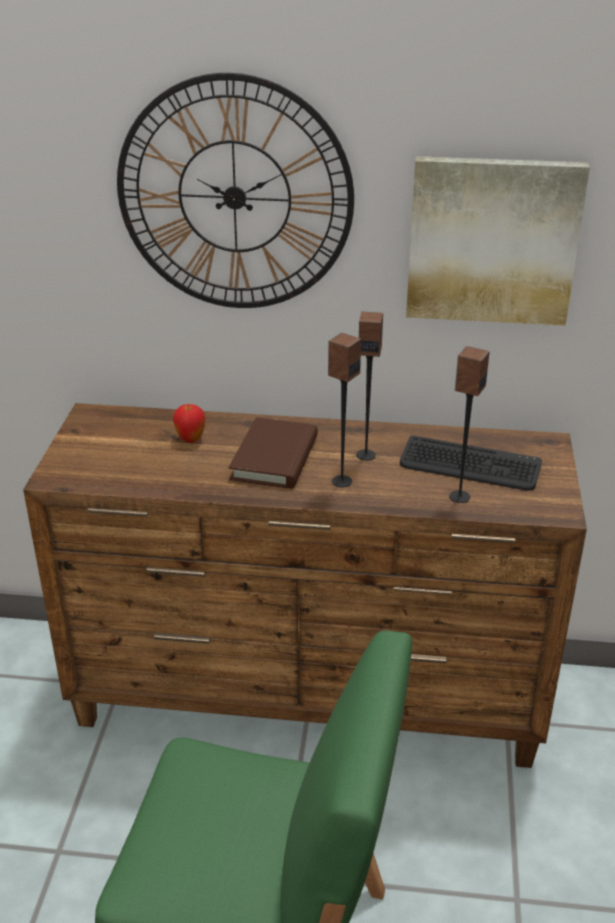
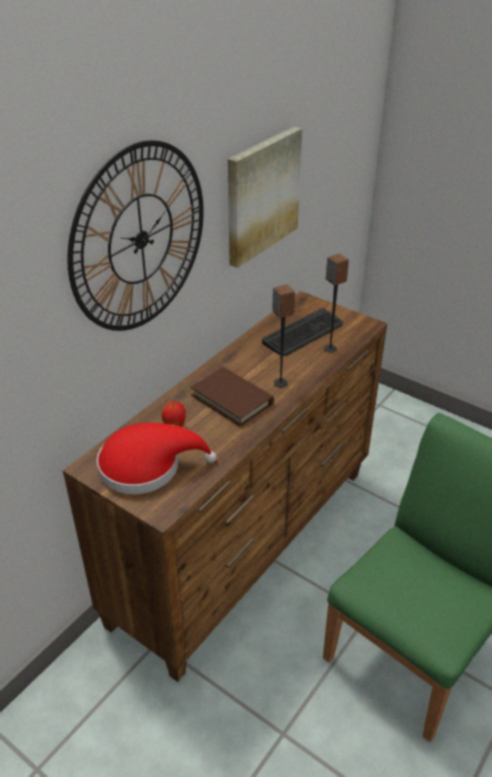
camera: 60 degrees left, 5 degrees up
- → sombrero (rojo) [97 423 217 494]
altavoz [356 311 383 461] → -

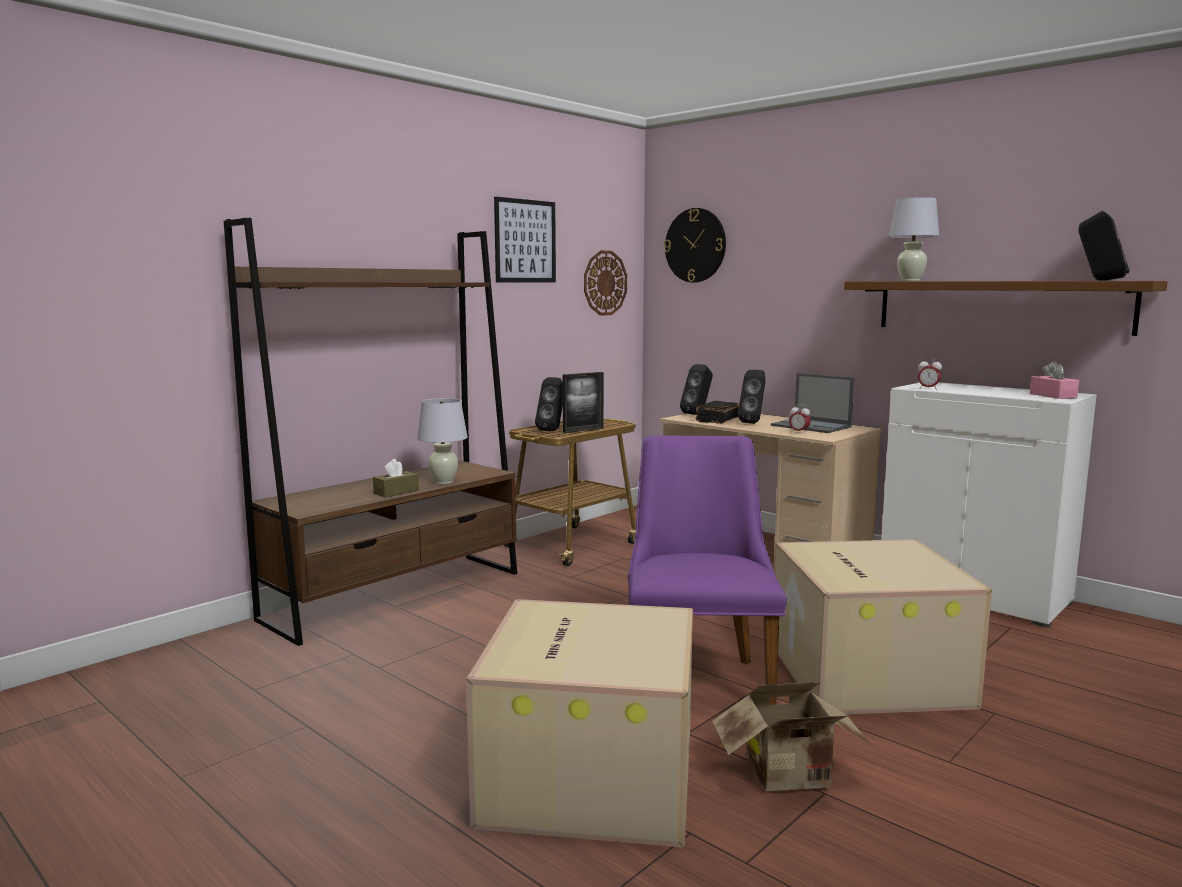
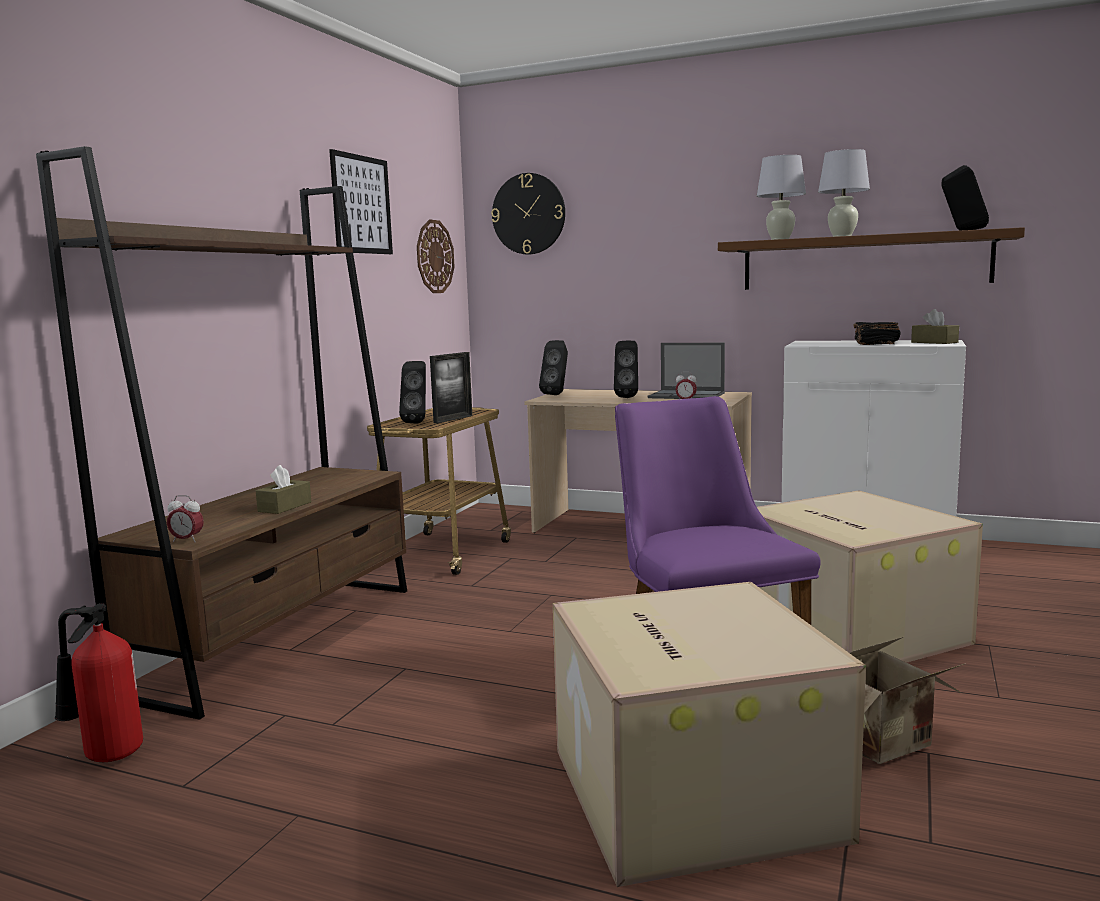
camera: 20 degrees left, 0 degrees up
- → extintor [55 603 143 762]
despertador [918 358 942 390] → despertador [167 495 204 542], moved
lámpara de mesa (blanco) [417 398 468 484] → lámpara de mesa (blanco) [818 149 870 237], moved
libro (negro) [695 401 739 424] → libro (negro) [853 322 901 345], moved
caja de pañuelos (rosa) [1030 361 1079 399] → caja de pañuelos (marrón) [911 309 959 344]

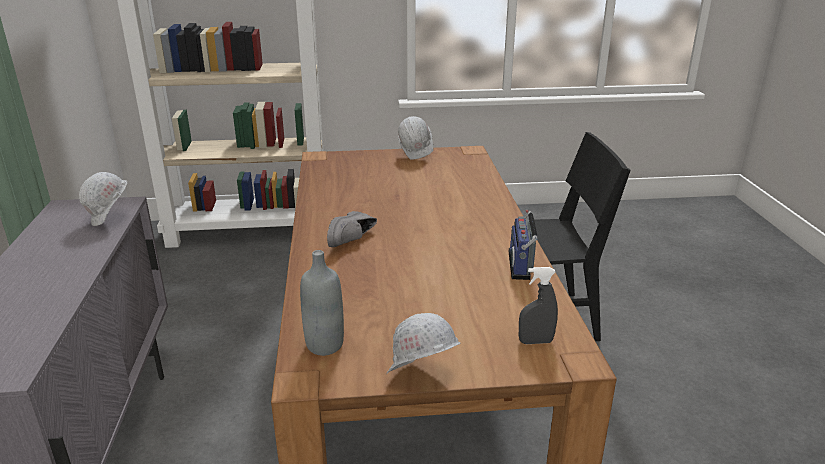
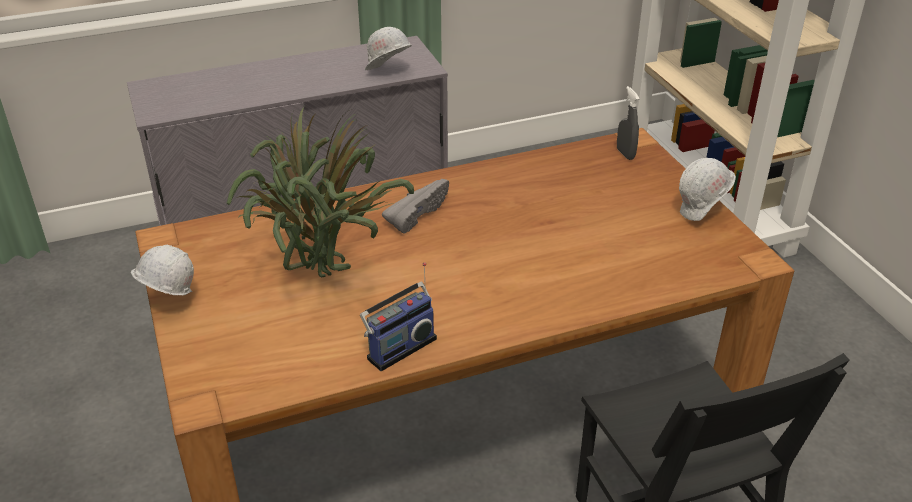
camera: 75 degrees right, 10 degrees up
- → planta en maceta [227 106 414 278]
radio [509 210 538 280] → radio [360 262 437 371], 150 degrees clockwise
zapato (gris) [327 211 377 247] → zapato (gris) [382 179 449 234], 120 degrees clockwise
pulverizador (gris) [519 267 558 344] → pulverizador (gris) [617 86 640 160], moved
botella (gris) [300 250 344 356] → -

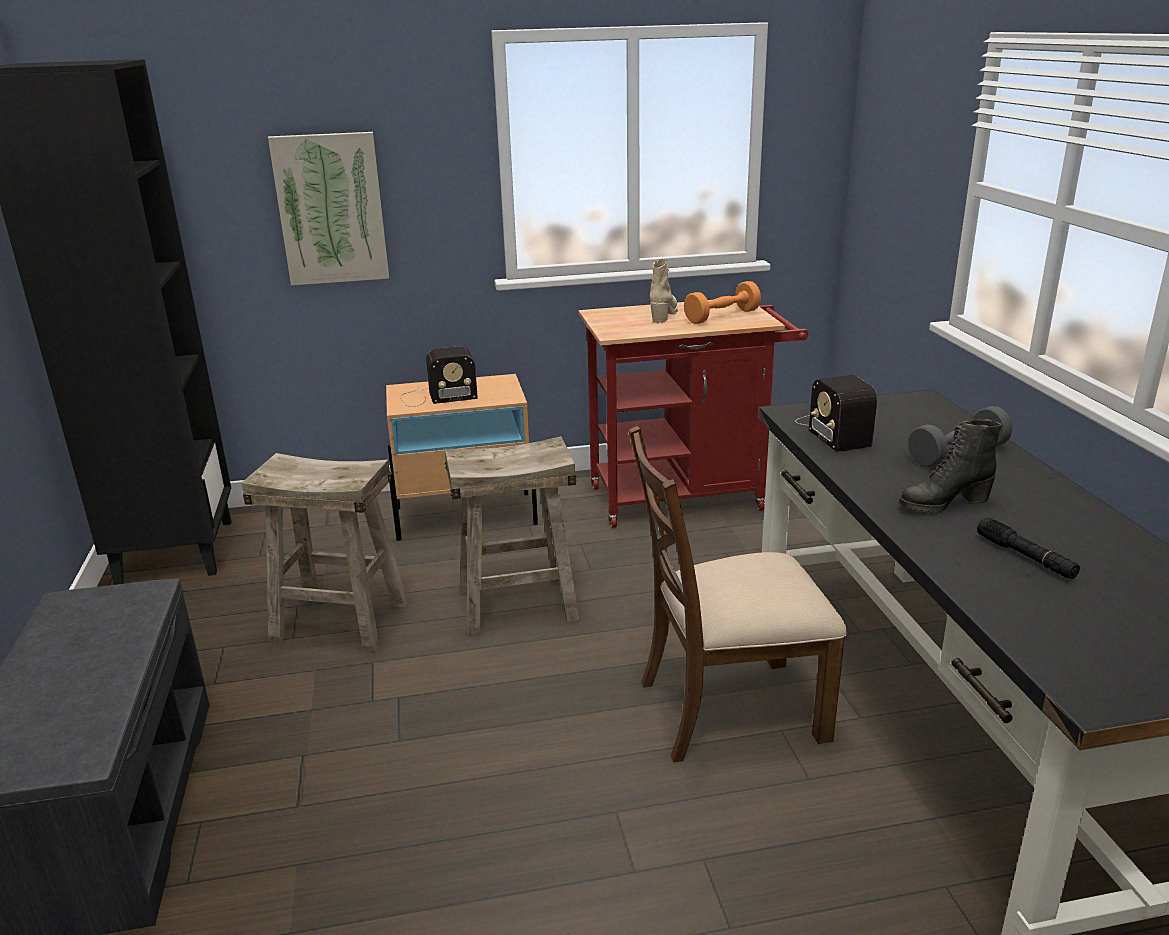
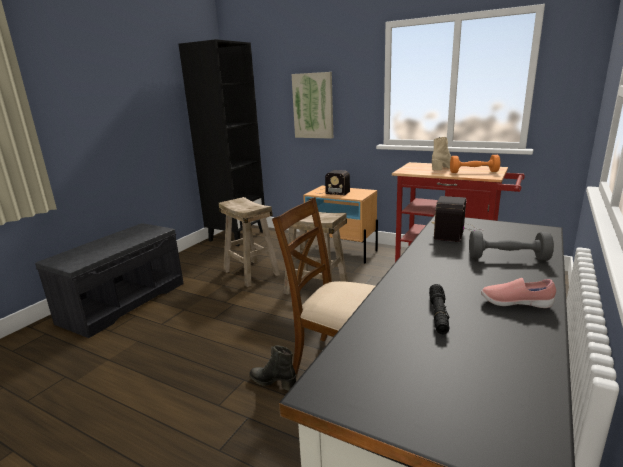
camera: 40 degrees right, 5 degrees down
bota (negro) [899 420 1002 513] → bota (negro) [250 345 296 391], moved
- → zapato (rosa) [481 278 556 308]

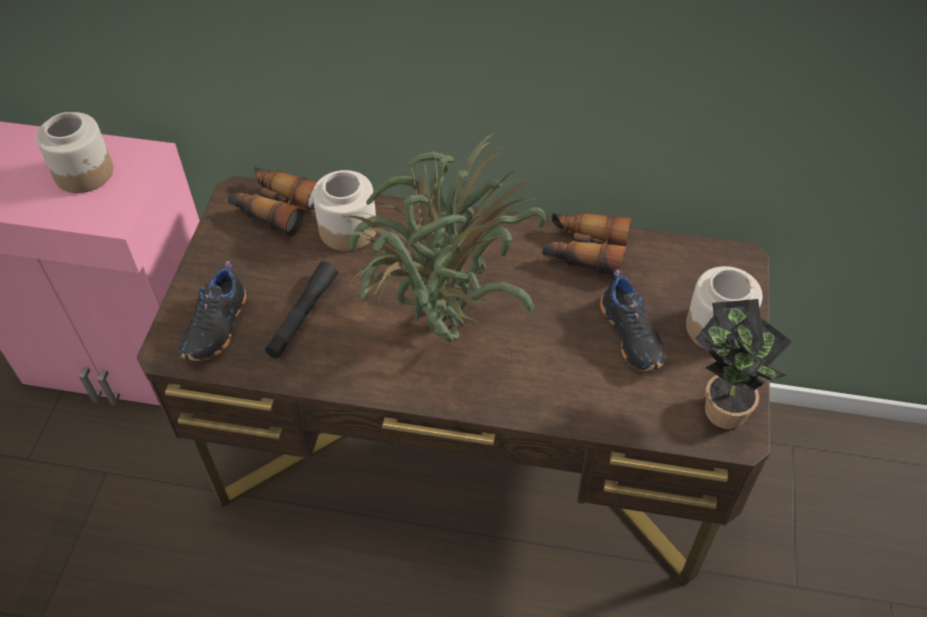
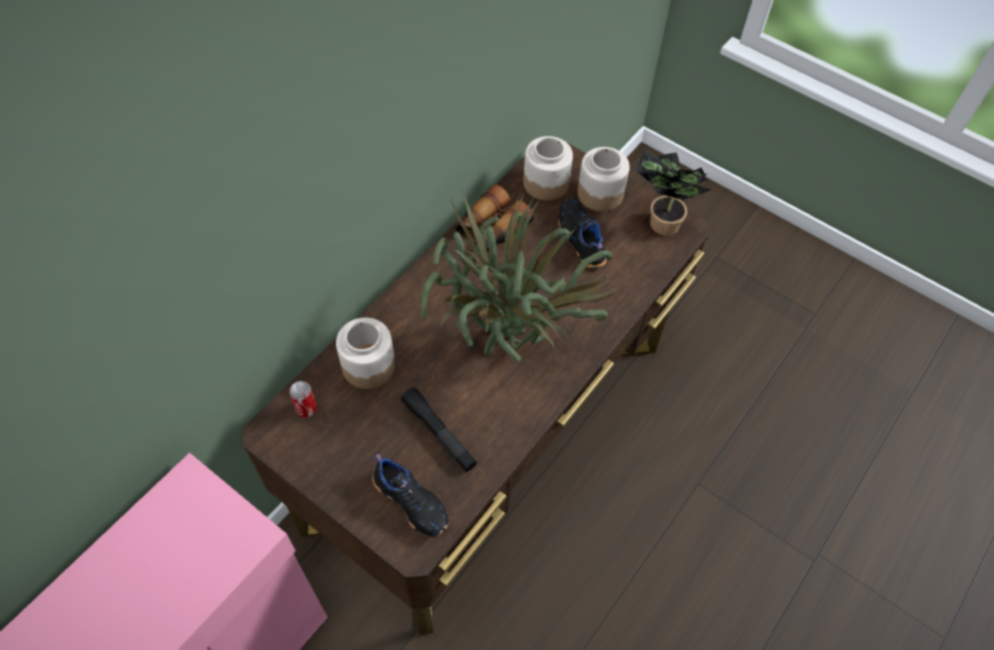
camera: 65 degrees left, 5 degrees up
prismáticos [227 167 317 237] → lata [289 381 317 417]
tarro [36 112 113 193] → tarro [523 136 573 201], moved
zapato (negro) [600 269 665 371] → zapato (negro) [558 198 606 268], 120 degrees counterclockwise

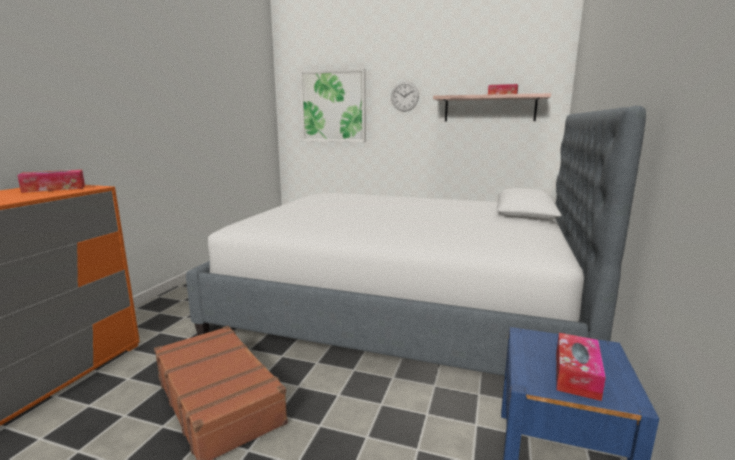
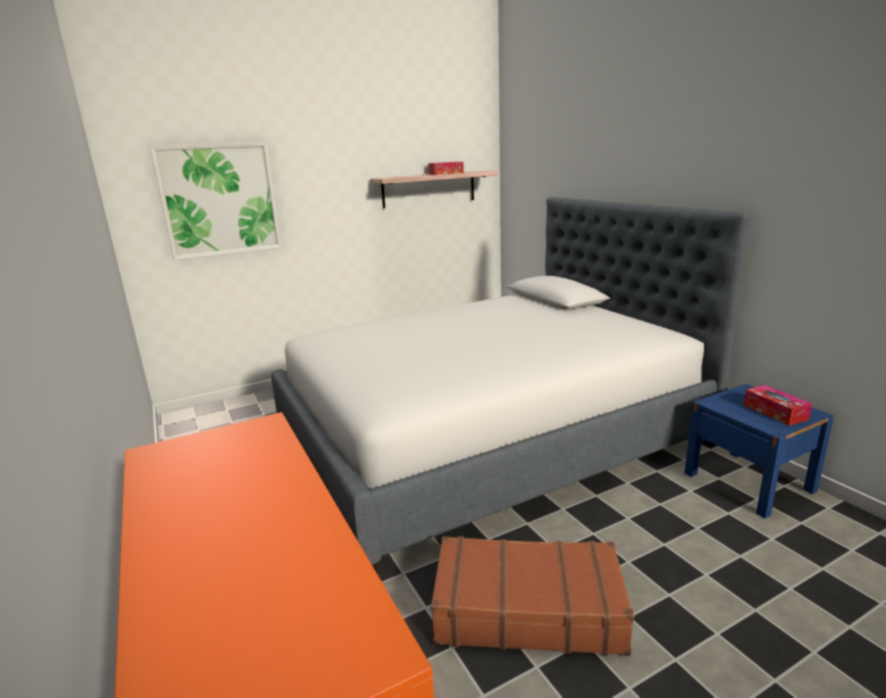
camera: 45 degrees left, 5 degrees up
caja de pañuelos [17 170 85 193] → -
reloj de pared [391 82 419 112] → -

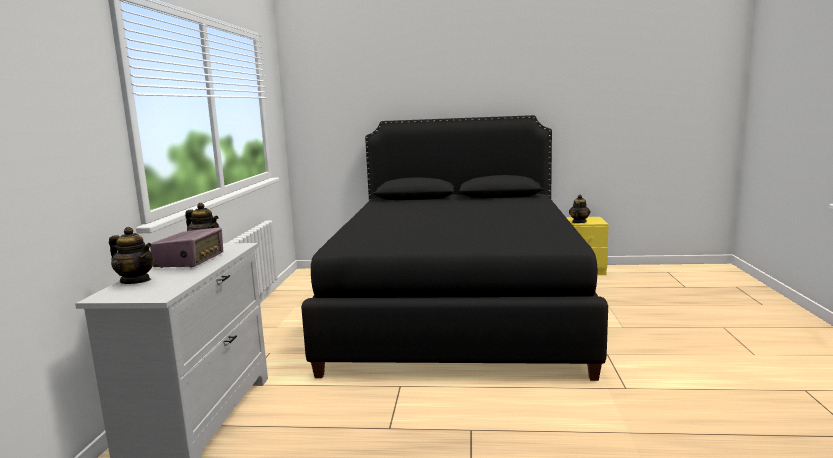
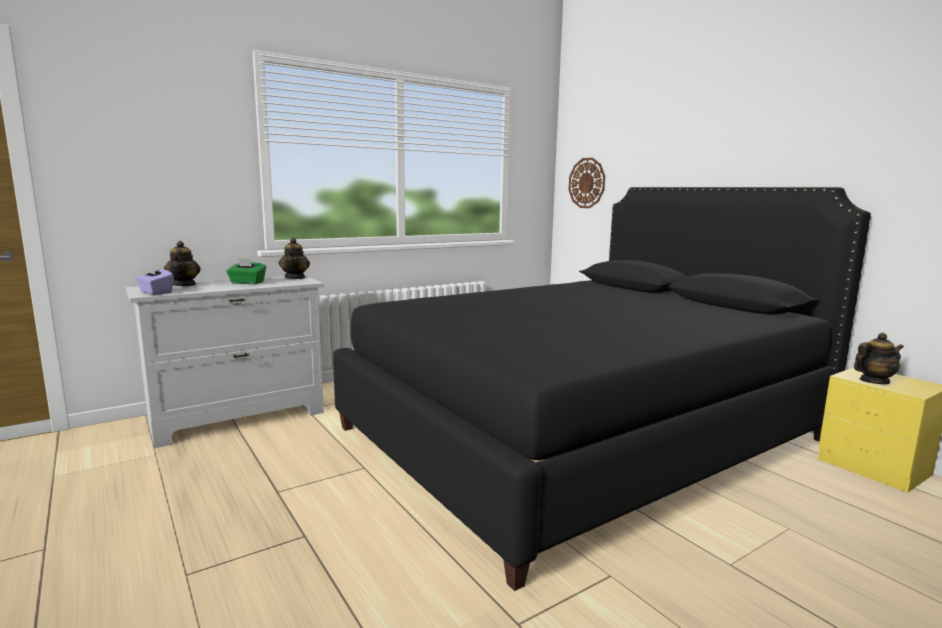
camera: 50 degrees right, 0 degrees up
- → caja de pañuelos (morado) [136 265 174 295]
radio [150 228 223 268] → caja de pañuelos (verde) [226 258 266 284]
- → reloj de pared [569 158 605 208]

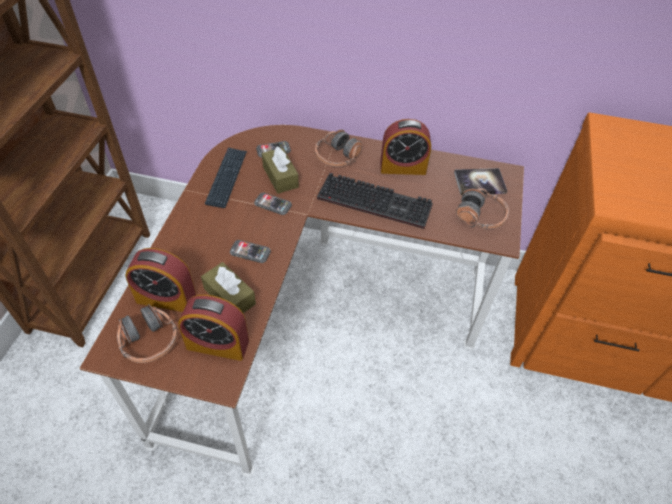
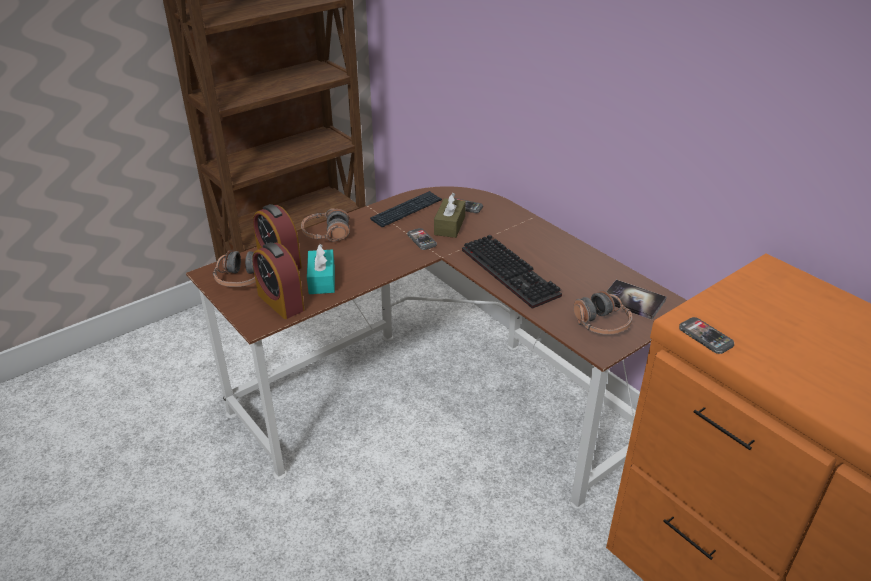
camera: 40 degrees right, 15 degrees down
auriculares [315 130 362 167] → auriculares [301 208 350 242], moved
caja de pañuelos (marrón) [201 262 256 313] → caja de pañuelos (turquesa) [307 244 335 294]
móvil [230 240 271 263] → móvil [679 317 734 354], moved
despertador [380 119 431 175] → -

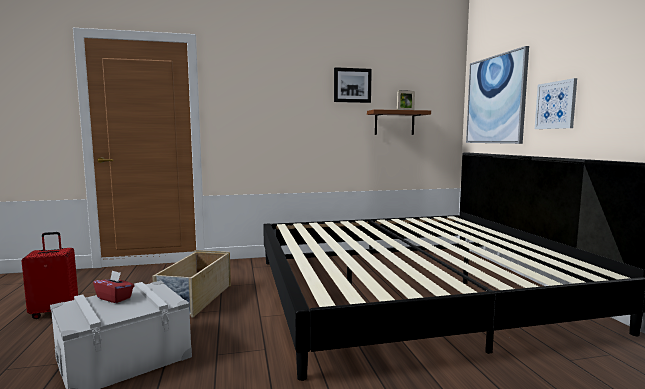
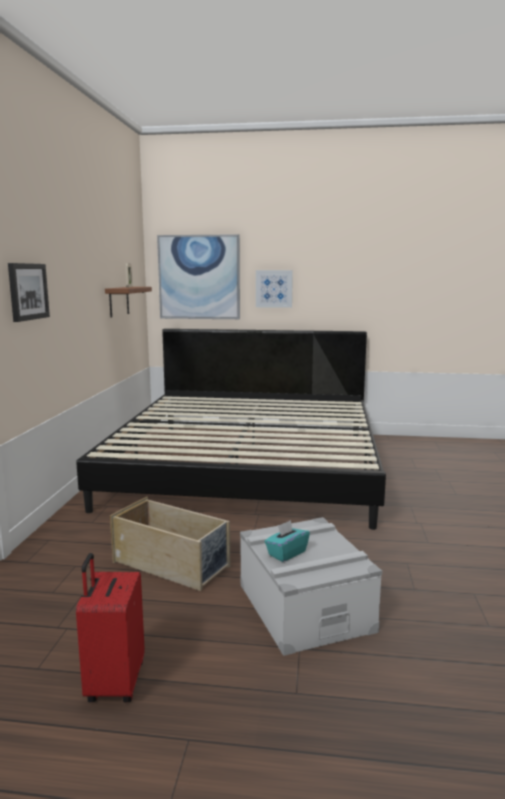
camera: 70 degrees left, 5 degrees up
cuadro [334 67 372 103] → cuadro [8 263 50 322], moved
caja de pañuelos (rojo) [93 270 134 303] → caja de pañuelos (turquesa) [264 520 310 562]

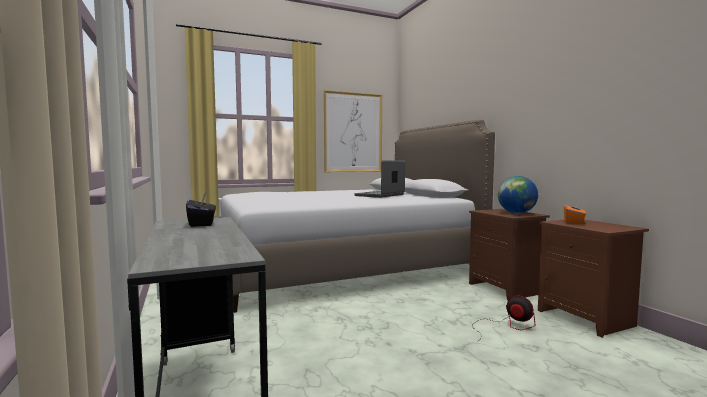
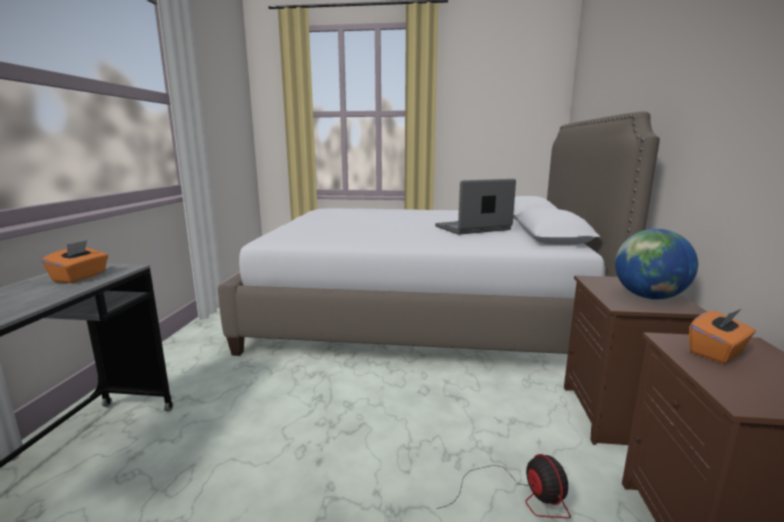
camera: 30 degrees right, 10 degrees up
caja de pañuelos (negro) [186 192 216 227] → caja de pañuelos (naranja) [41 240 108 283]
cuadro [324 90 382 172] → -

